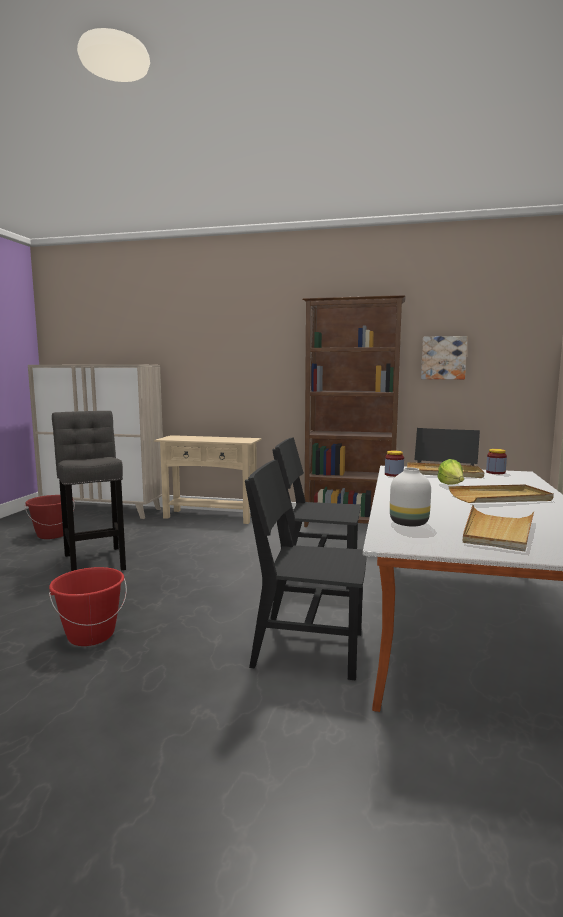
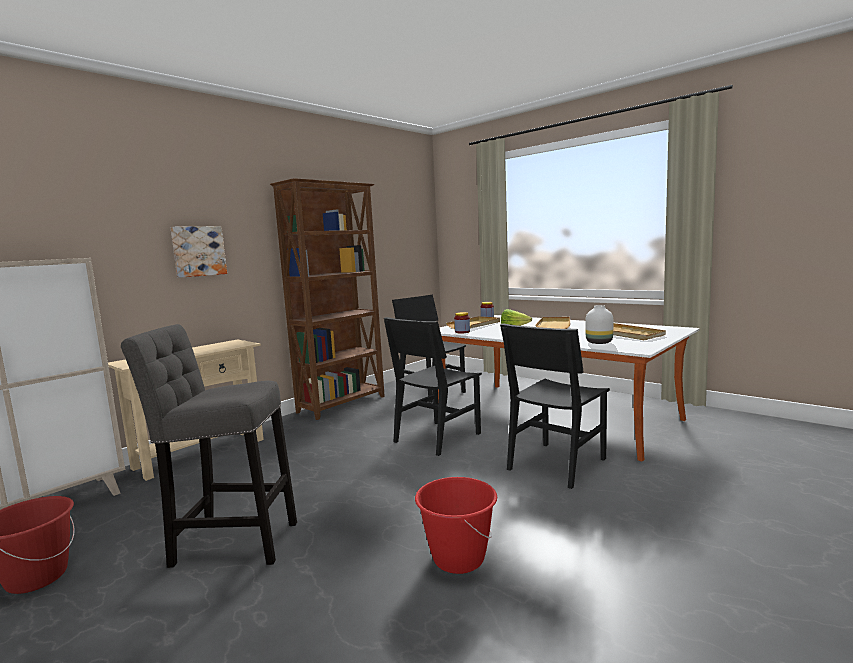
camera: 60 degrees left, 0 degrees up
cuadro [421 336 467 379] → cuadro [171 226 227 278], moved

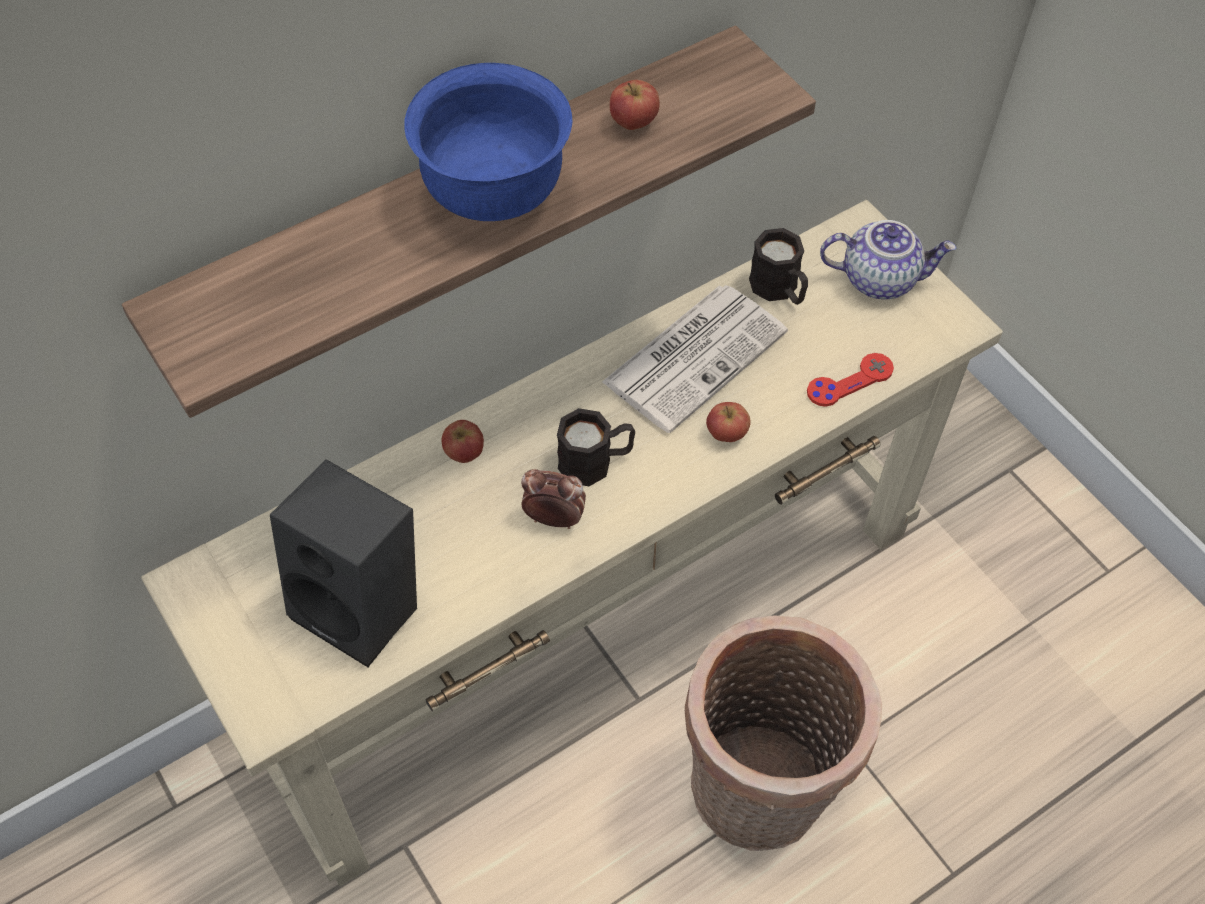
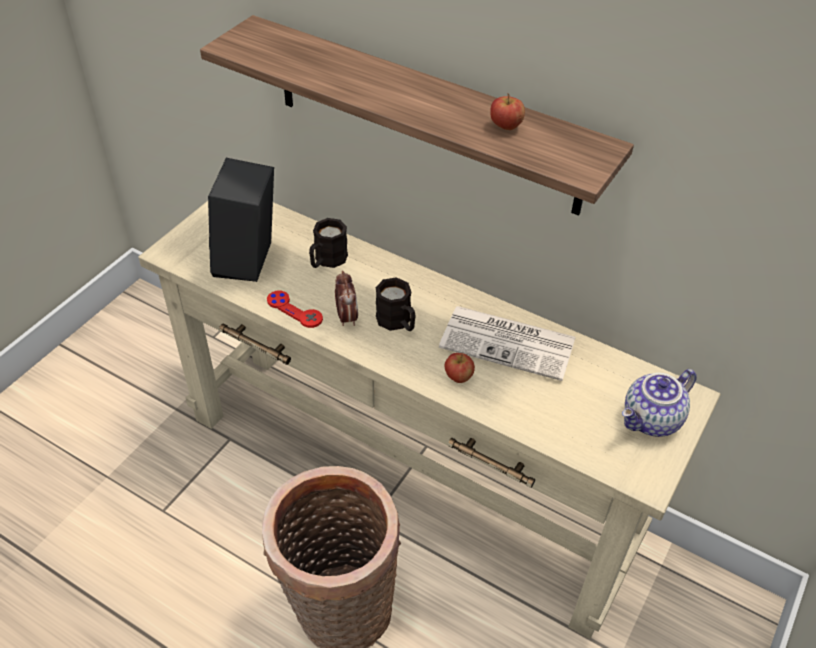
camera: 65 degrees right, 10 degrees down
mando de consola (rojo) [807 353 894 407] → mando de consola (rojo) [267 291 323 328], moved
taza grande (negro) [749 228 808 305] → taza grande (negro) [309 218 348 268], moved
tetera [820 220 956 299] → tetera [622 369 697 437], 75 degrees clockwise
cuenco (azul) [404 63 572 221] → -
manzana [442 420 484 463] → -

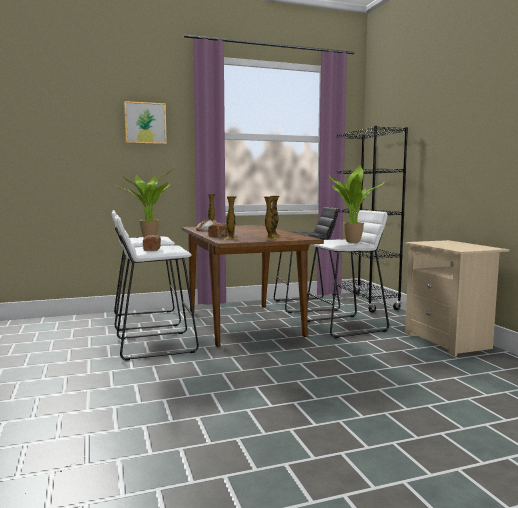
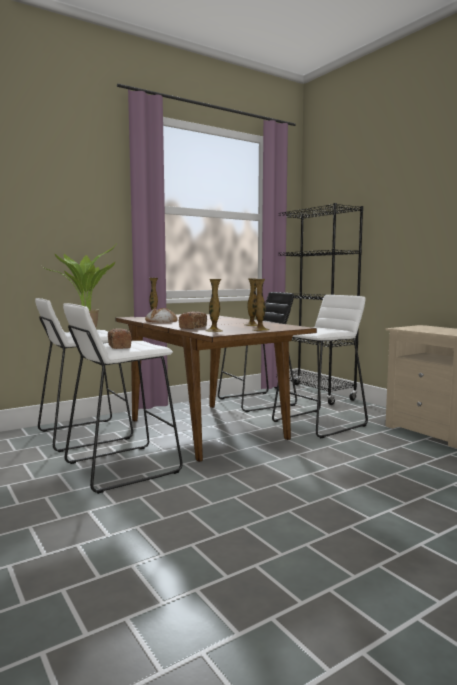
camera: 15 degrees left, 0 degrees up
cuadro [124 101 167 144] → -
planta en maceta [329 165 385 243] → -

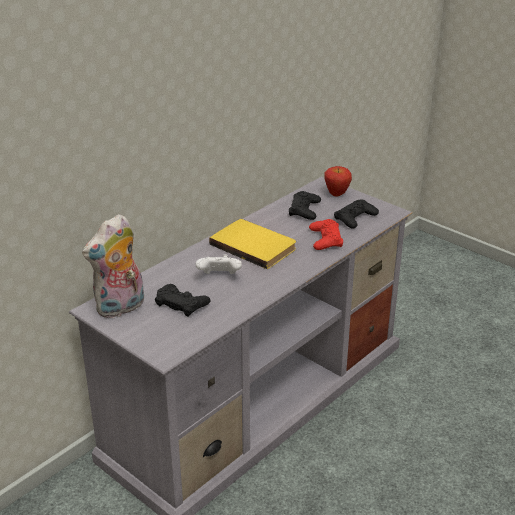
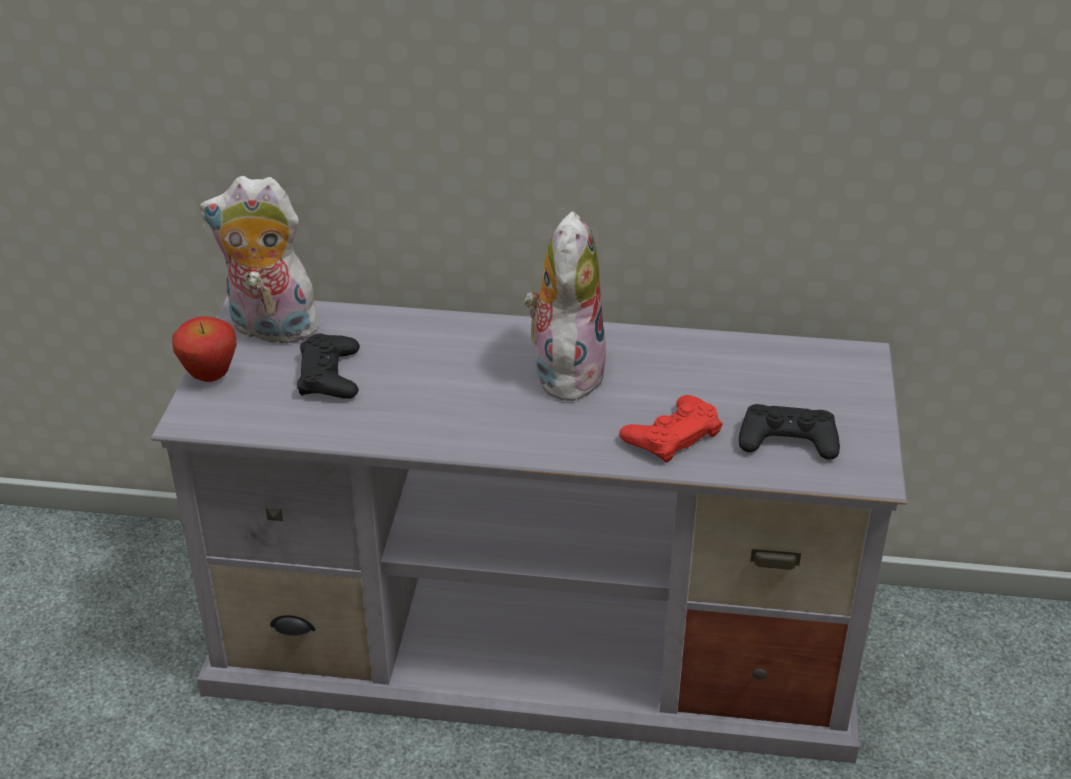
camera: 55 degrees right, 5 degrees up
manzana [324 166 352 196] → manzana [172 316 236 382], moved
libro (amarillo) [209 219 296 269] → peluche [524 211 606 401]
mando de consola (blanco) [196 254 242 274] → -
mando de consola (negro) [289 191 321 220] → -

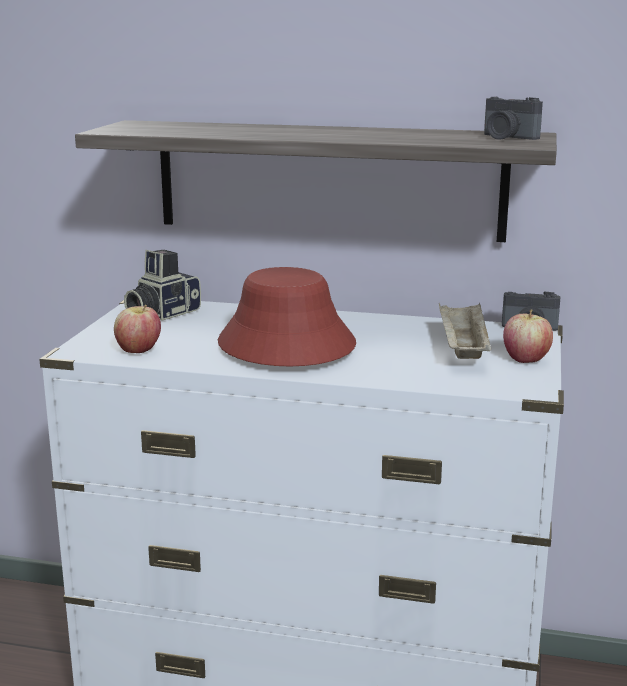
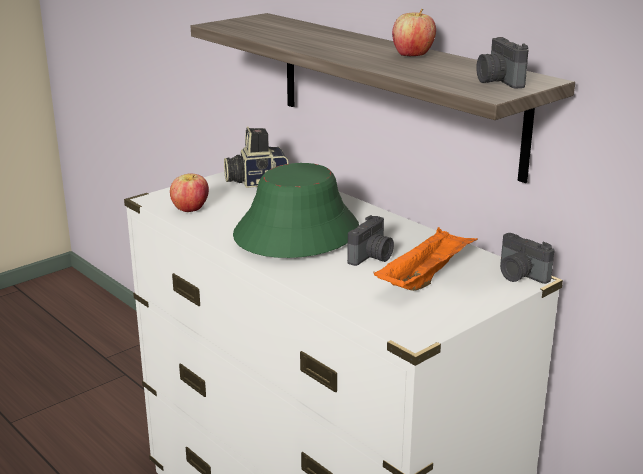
camera: 35 degrees right, 5 degrees up
sombrero (rojo) [218 267 356 366] → sombrero (verde) [233 163 359 258]
- → cámara [347 215 394 266]
bandeja (beis) [439 302 491 359] → bandeja (naranja) [374 227 477 291]
manzana [503 309 553 363] → manzana [392 9 436 56], moved

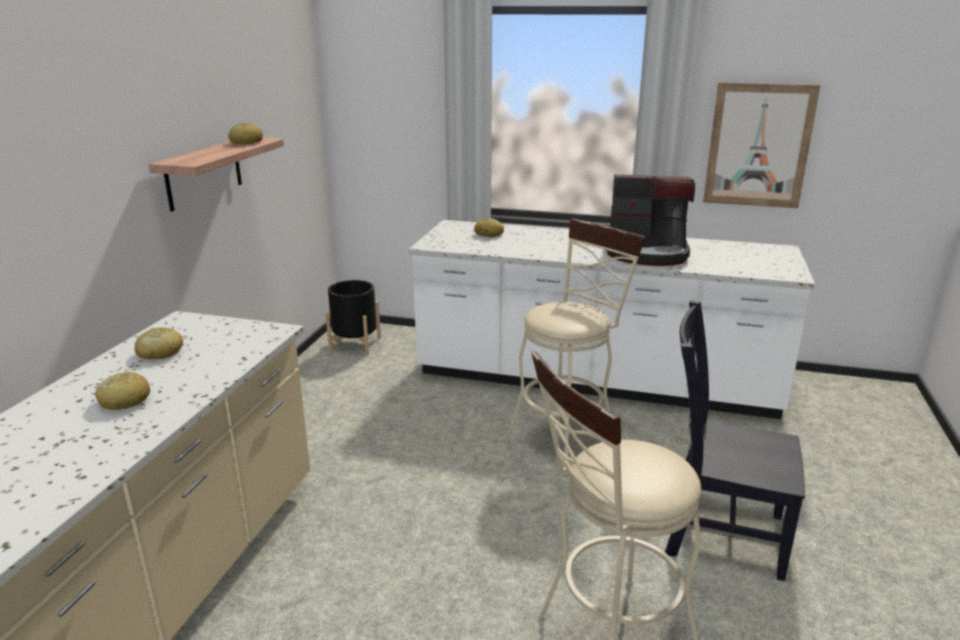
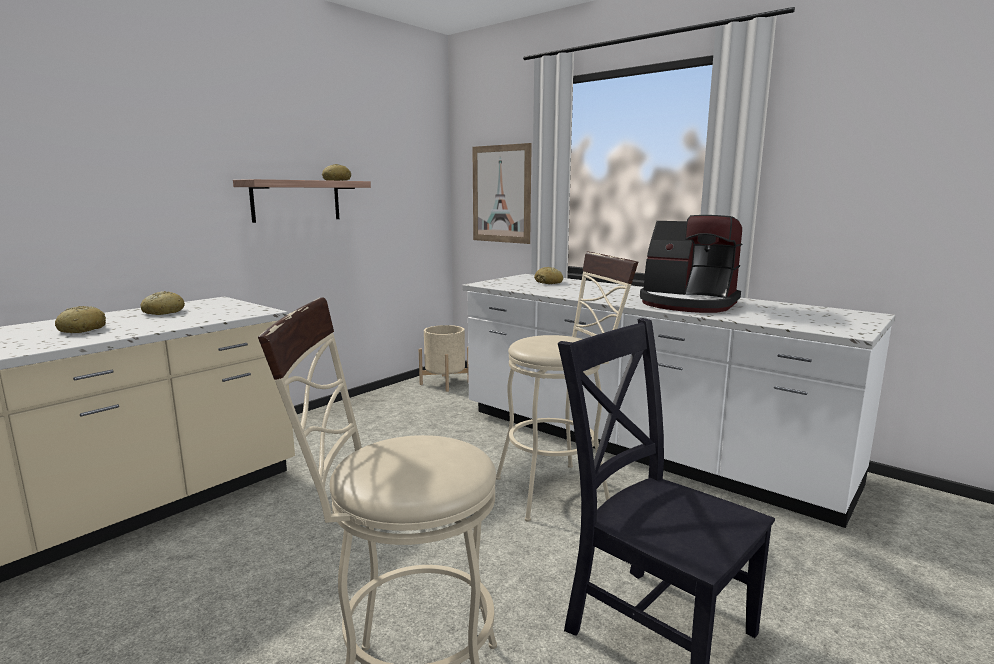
camera: 25 degrees right, 10 degrees down
maceta (negro) [325 280 381 355] → maceta (beis) [419 325 469 392]
cuadro [703 83 820 208] → cuadro [472 143 532 244], moved

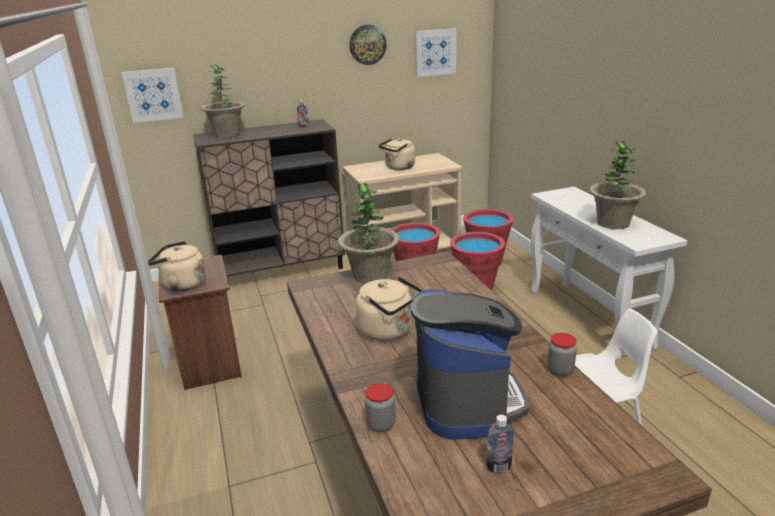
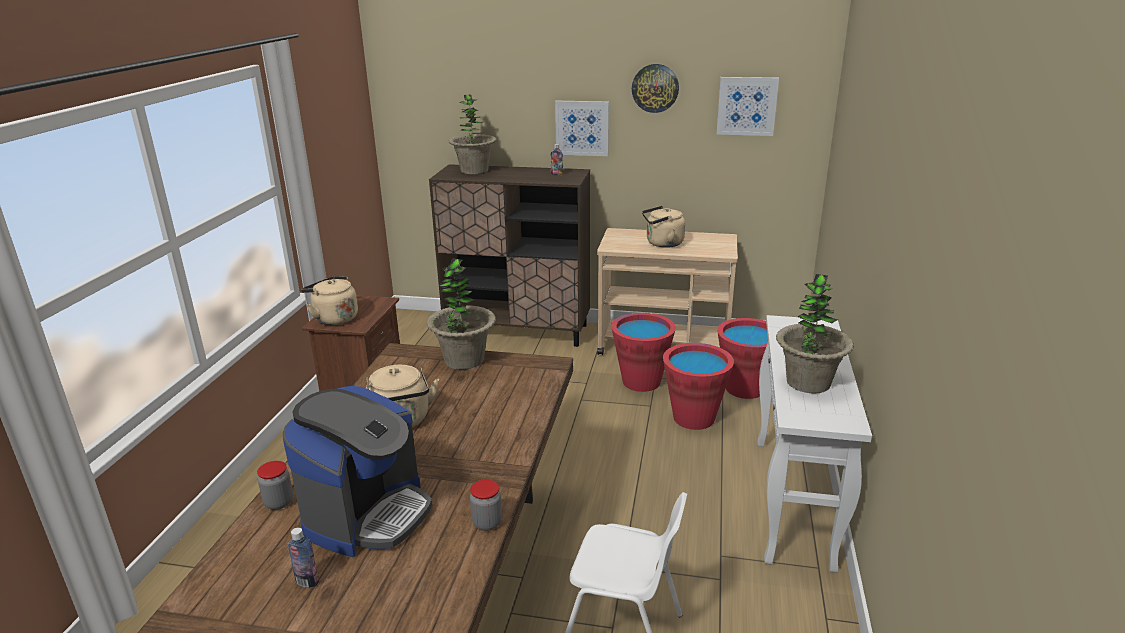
camera: 30 degrees right, 0 degrees up
cuadro [122 68 184 123] → cuadro [555 101 609 156], moved

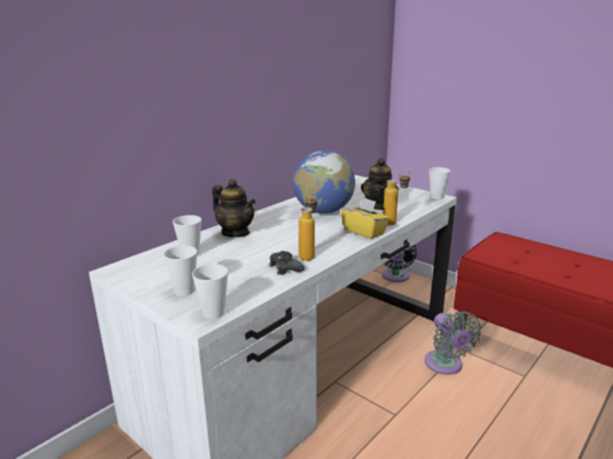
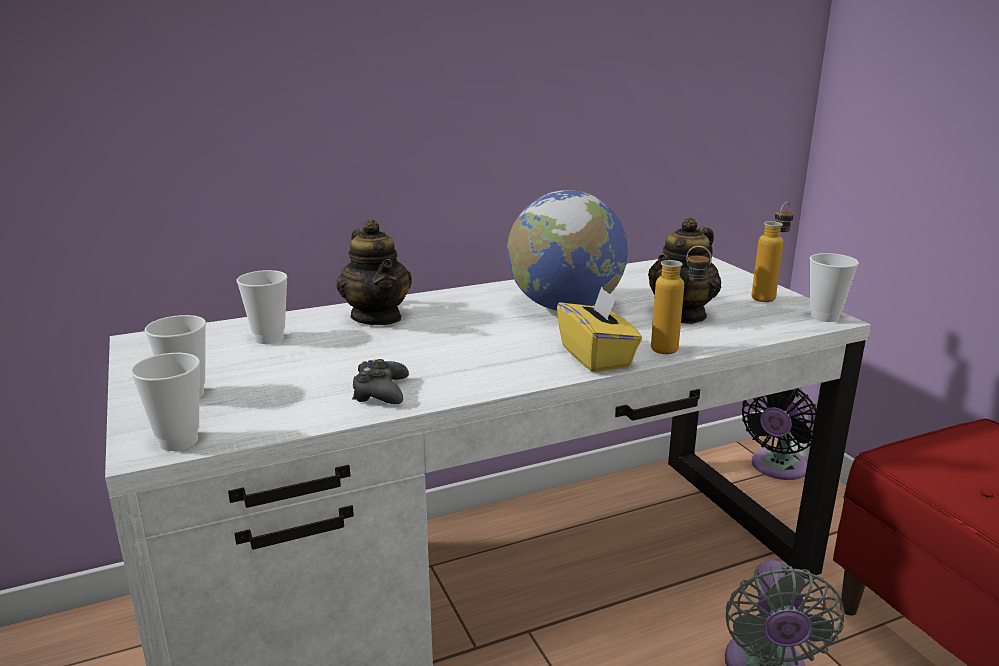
camera: 25 degrees right, 0 degrees up
botella [299 193 317 261] → botella [752 202 794 302], moved

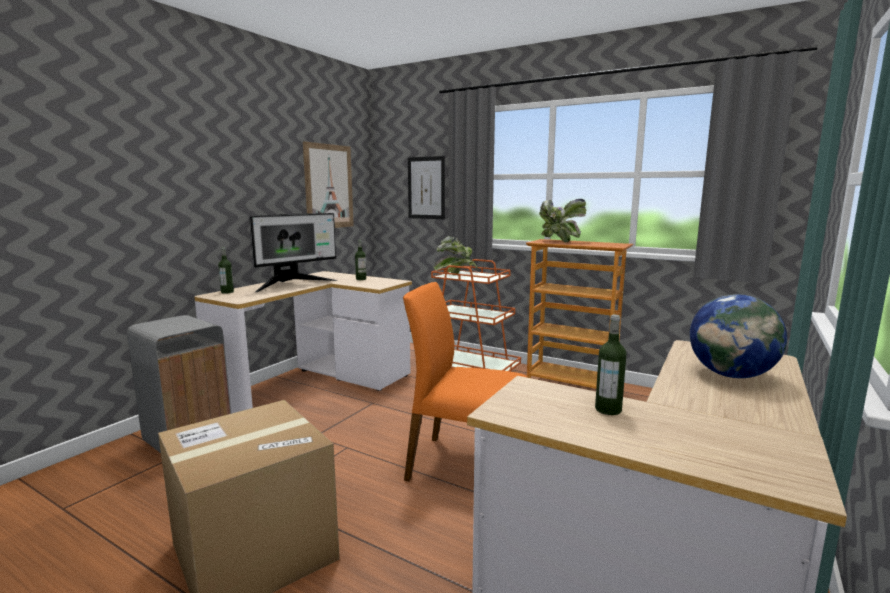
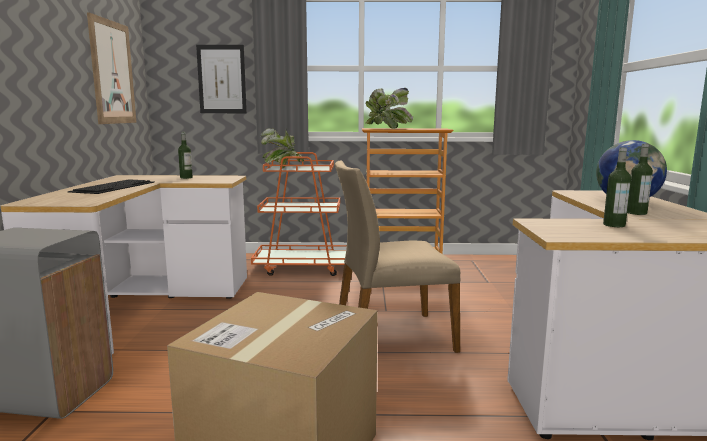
camera: 30 degrees left, 0 degrees up
monitor [249 213 337 293] → teclado [68 179 154 194]
silla (naranja) [403 282 528 481] → silla (beis) [335 161 460 353]
botella [218 247 234 294] → botella [627 144 653 215], moved

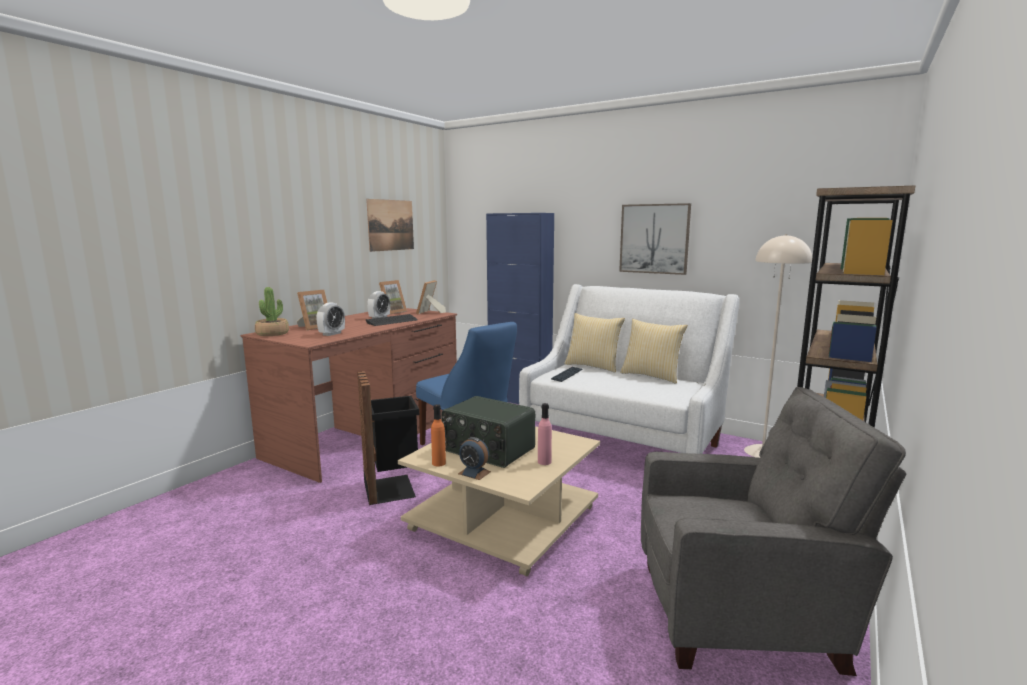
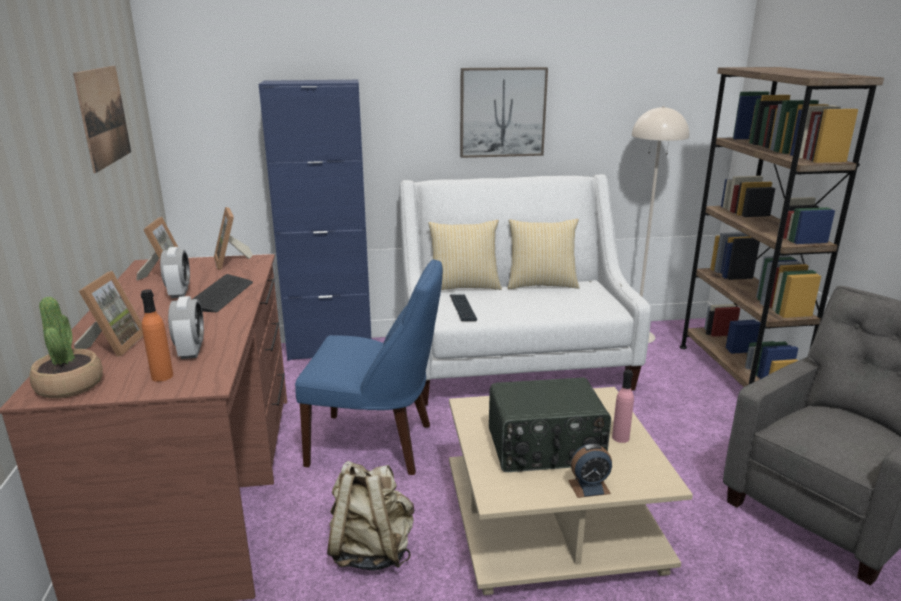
camera: 40 degrees left, 10 degrees up
botella (naranja) [431 404 446 467] → botella (naranja) [141 289 173 382], moved
papelera (negro) [357 371 419 505] → mochila (beis) [327 461 414 571]

